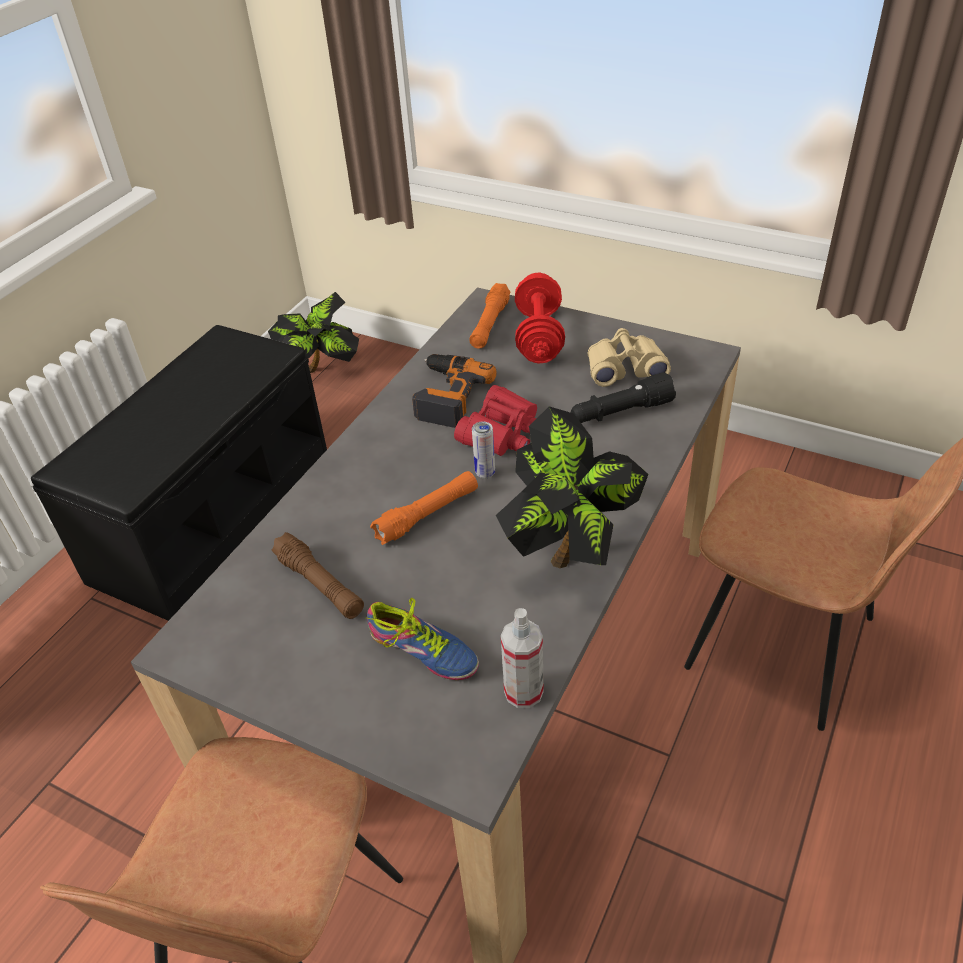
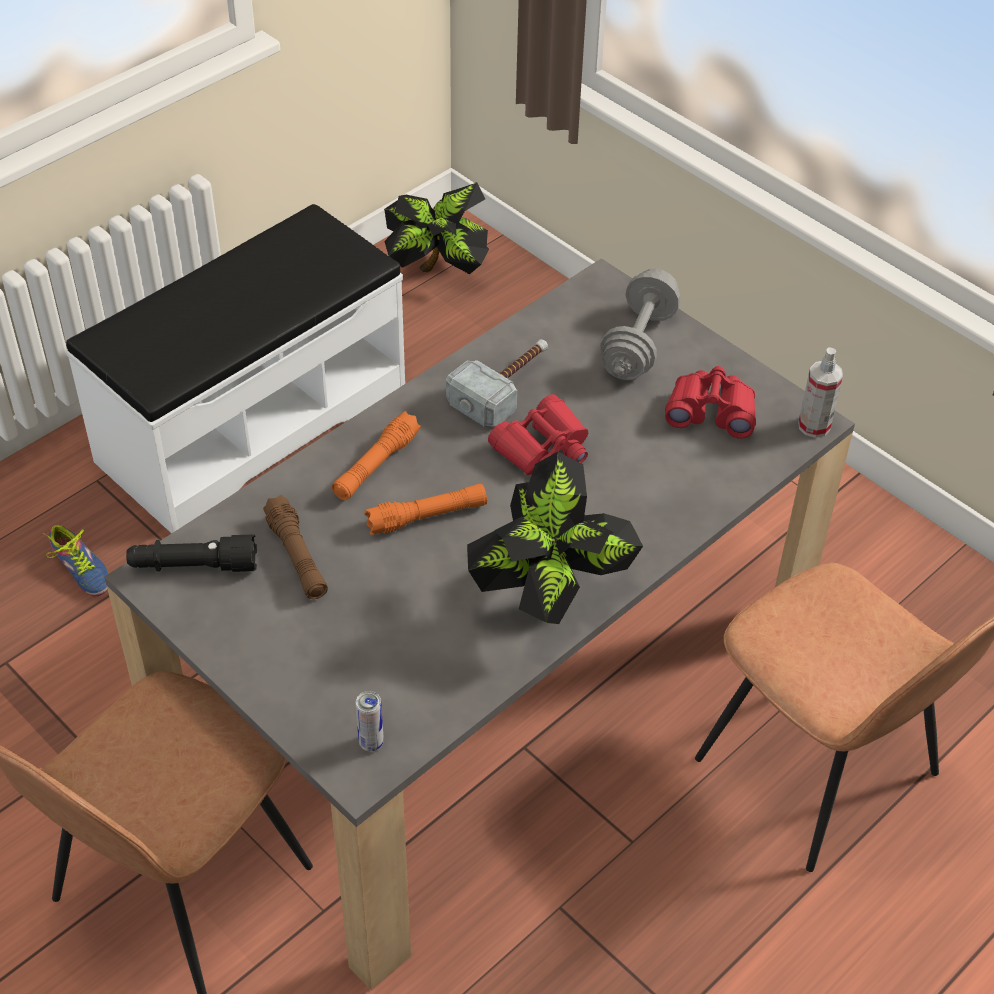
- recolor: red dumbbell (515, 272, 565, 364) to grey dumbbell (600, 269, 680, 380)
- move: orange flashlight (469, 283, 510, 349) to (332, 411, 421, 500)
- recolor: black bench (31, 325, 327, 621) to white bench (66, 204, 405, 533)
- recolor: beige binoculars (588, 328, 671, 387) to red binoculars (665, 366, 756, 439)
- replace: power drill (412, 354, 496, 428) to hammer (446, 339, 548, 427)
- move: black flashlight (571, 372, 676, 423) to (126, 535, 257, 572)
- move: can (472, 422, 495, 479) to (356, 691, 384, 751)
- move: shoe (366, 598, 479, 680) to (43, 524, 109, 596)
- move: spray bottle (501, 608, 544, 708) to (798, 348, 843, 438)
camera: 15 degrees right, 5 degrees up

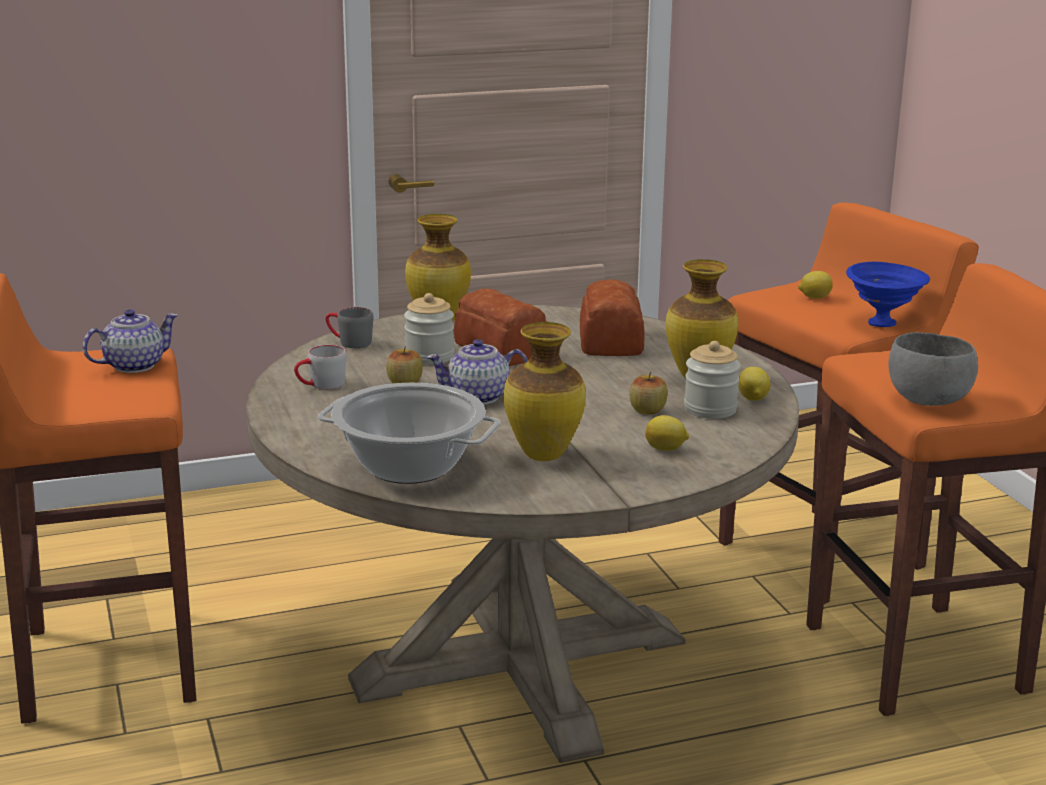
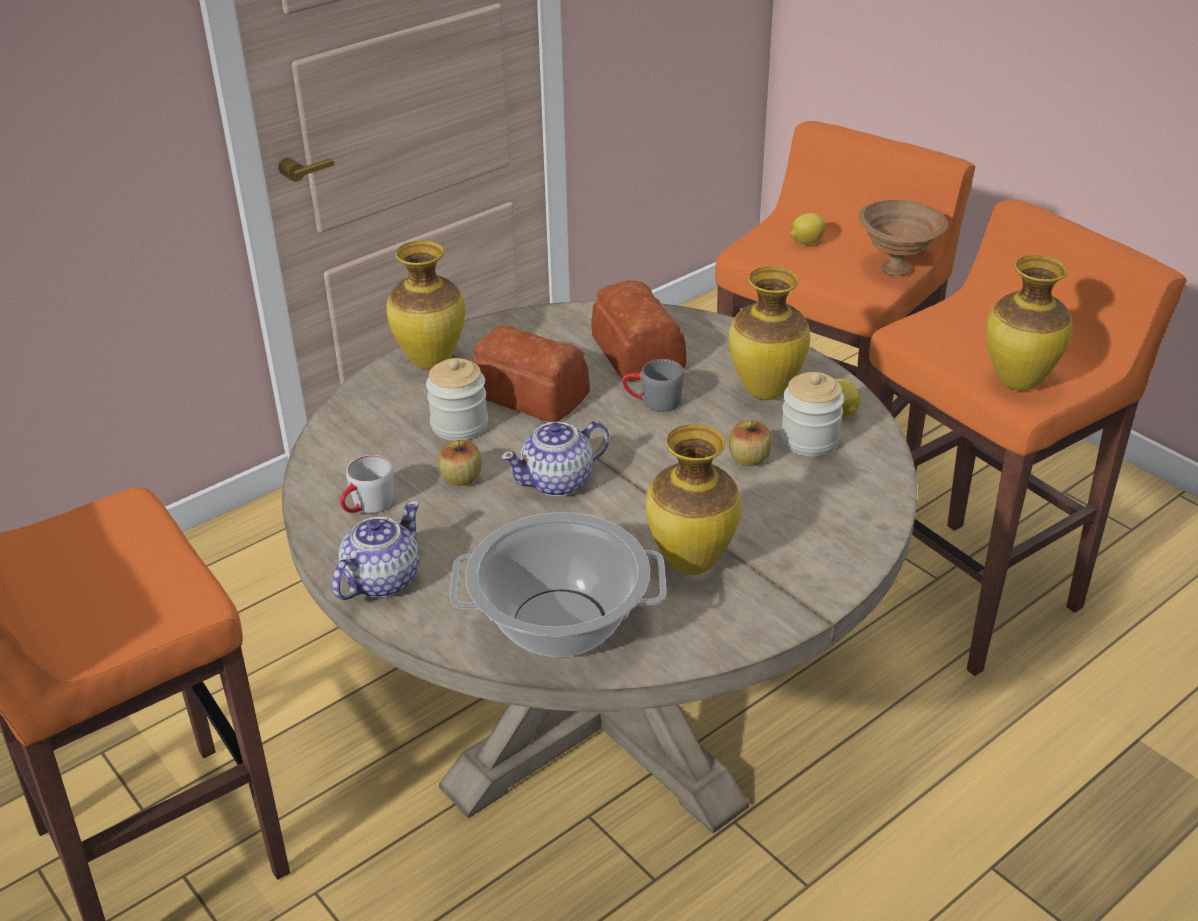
- recolor: blue bowl (846, 262, 930, 327) to brown bowl (858, 200, 948, 276)
- move: grey mug (326, 307, 373, 348) to (622, 359, 684, 412)
- move: teapot (83, 309, 178, 373) to (332, 501, 419, 600)
- replace: grey bowl (889, 332, 978, 406) to vase (986, 255, 1073, 391)
- delete: lemon (645, 415, 689, 451)
camera: 20 degrees left, 15 degrees up

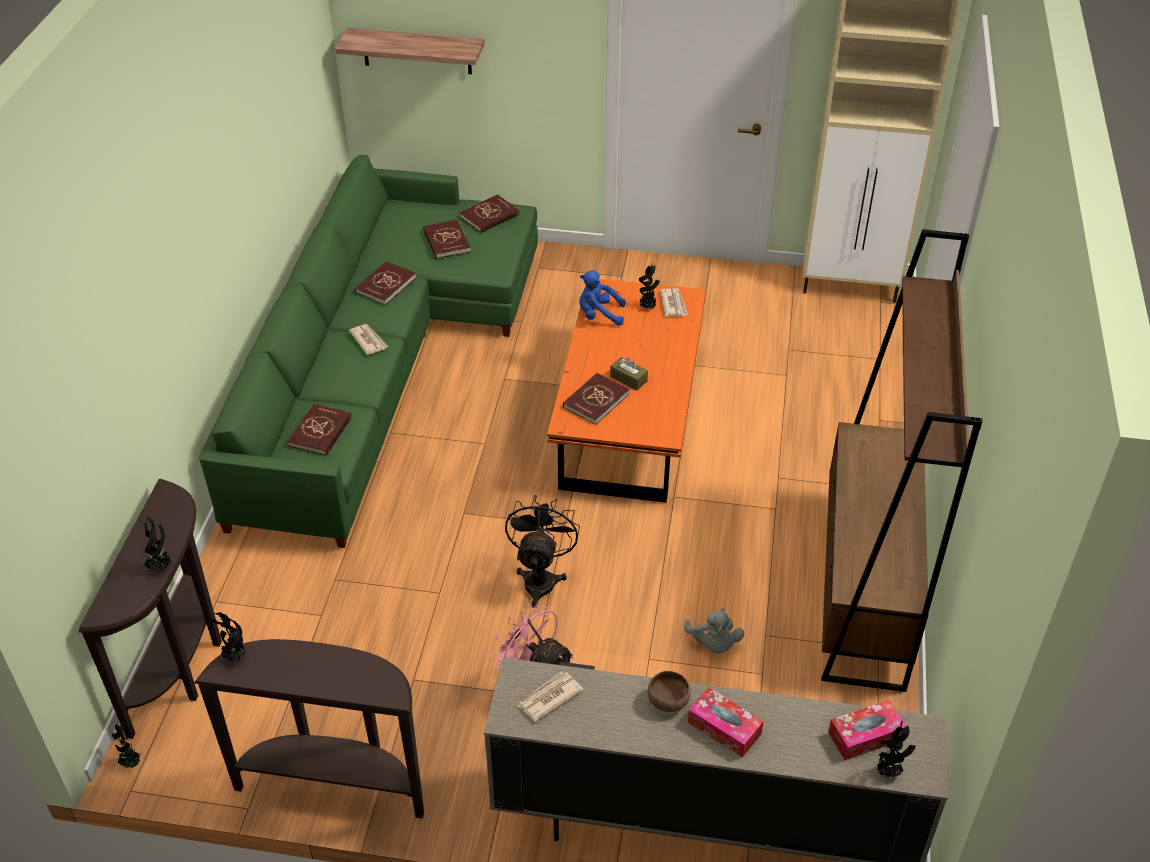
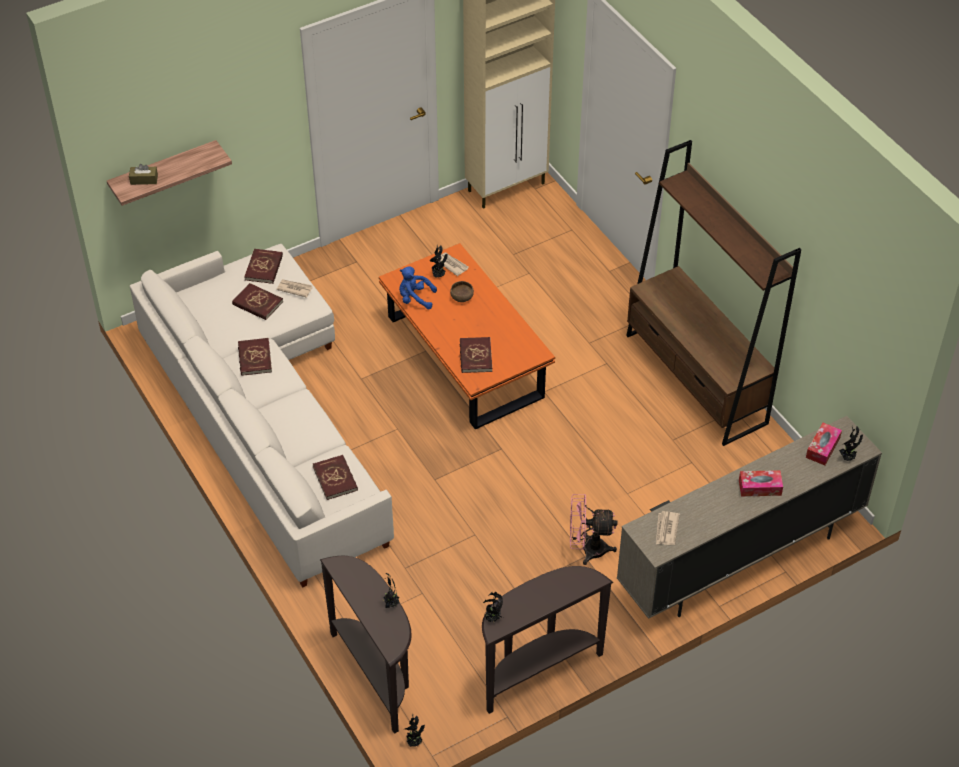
- recolor: green sofa (199, 155, 538, 548) to white sofa (130, 244, 394, 588)
- rotate: blue plush toy (579, 270, 626, 326) = (399, 266, 437, 309) 45 degrees clockwise
- move: newspaper (349, 324, 388, 355) to (276, 279, 313, 298)
- move: brown tissue box (610, 357, 648, 390) to (129, 164, 158, 185)
- delete: black fan (505, 495, 580, 608)
- delete: grey plush toy (684, 608, 744, 654)
- move: brown bowl (648, 671, 691, 712) to (450, 281, 474, 302)
camera: 40 degrees left, 5 degrees up

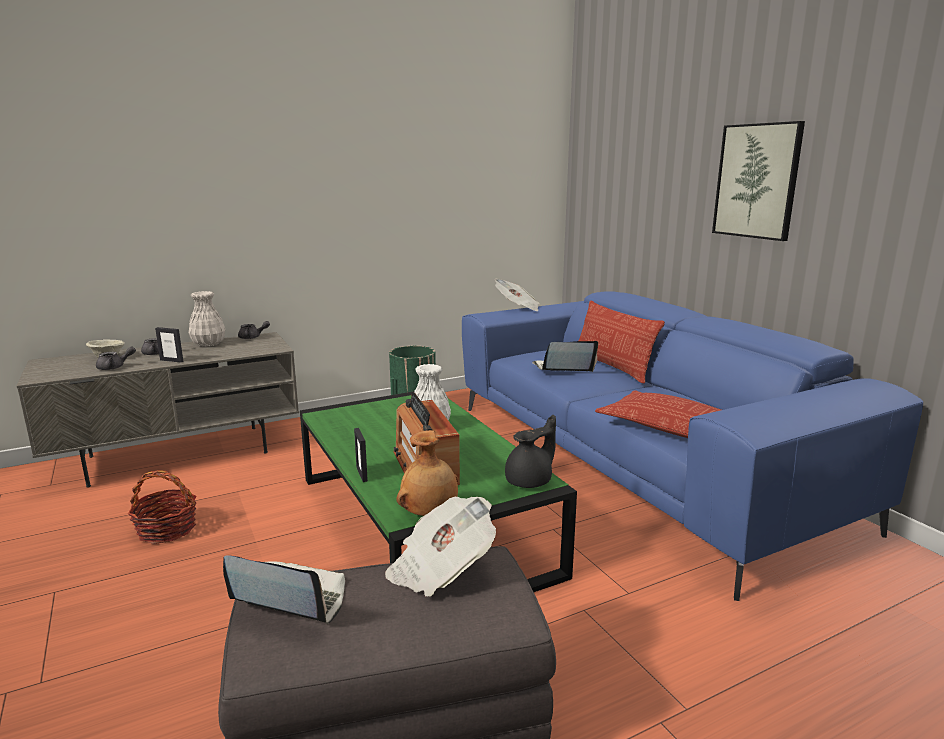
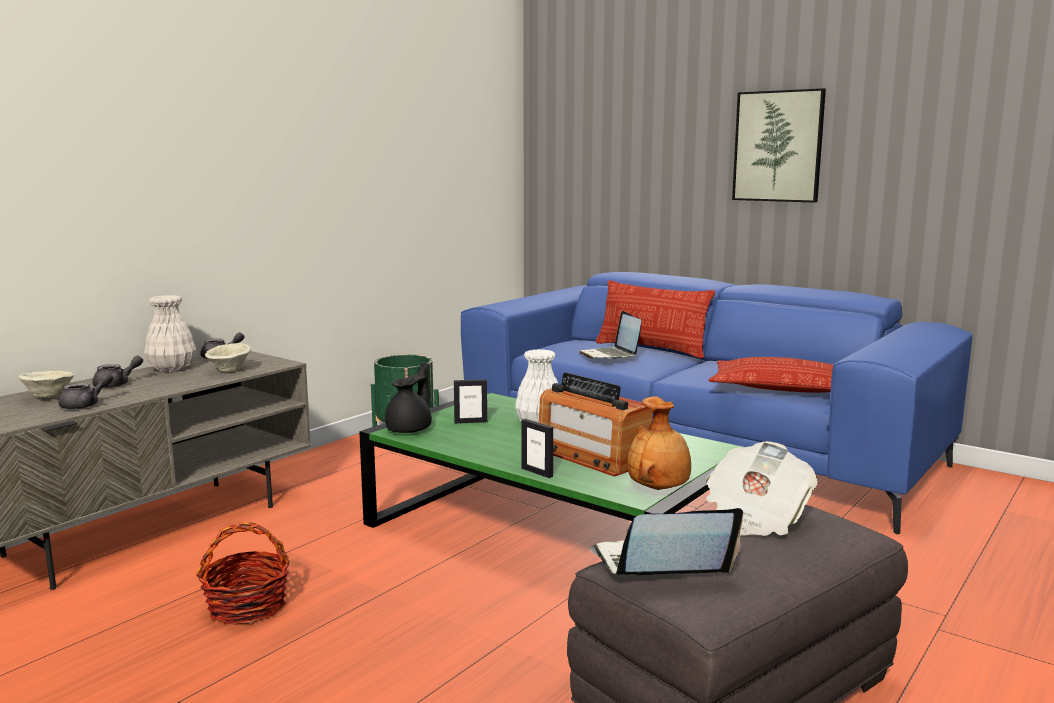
- delete: newspaper (495, 279, 539, 311)
- move: picture frame (155, 327, 184, 362) to (454, 379, 487, 424)
- rotate: laptop (532, 341, 598, 372) = (579, 311, 641, 359) 75 degrees counterclockwise
- move: black teapot (505, 415, 556, 488) to (385, 362, 432, 433)
- insert: beige bowl (205, 343, 251, 372)
camera: 25 degrees left, 5 degrees down

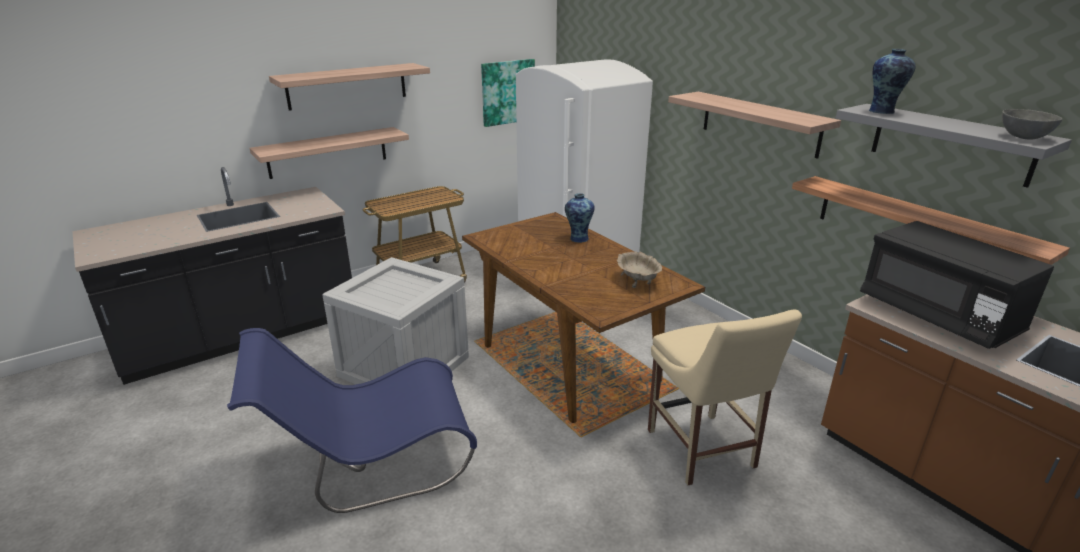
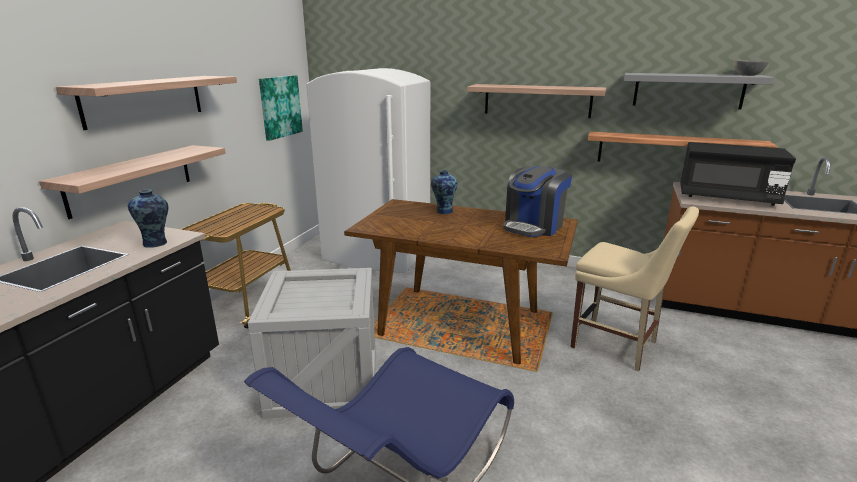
- move: vase (869, 49, 916, 114) to (128, 189, 168, 248)
- replace: beige bowl (617, 252, 662, 288) to coffee machine (503, 166, 572, 237)
camera: 35 degrees left, 5 degrees down

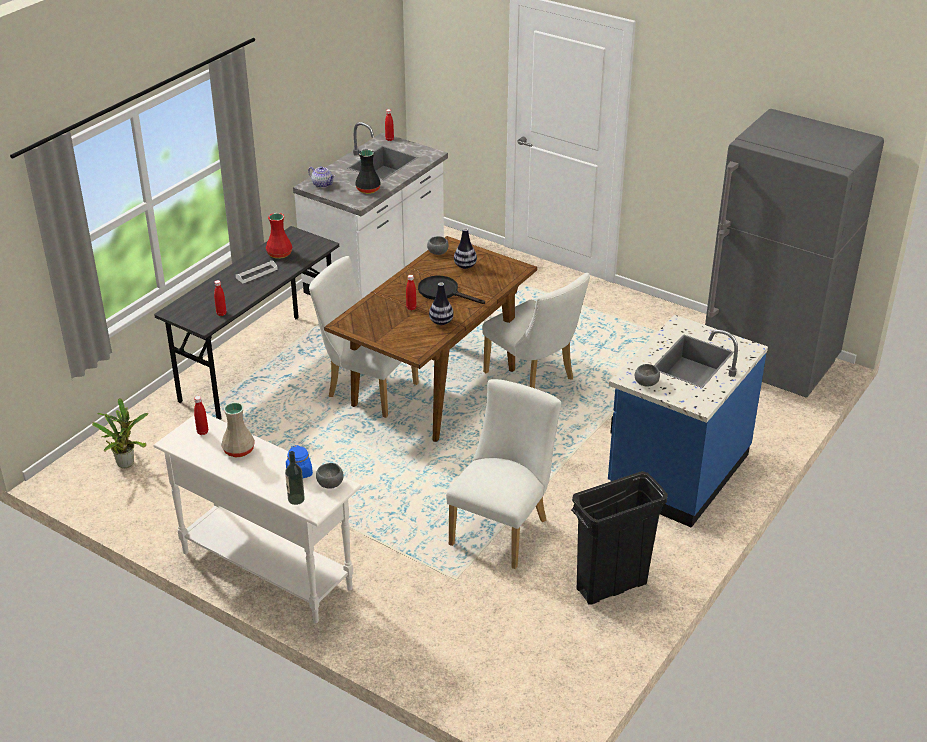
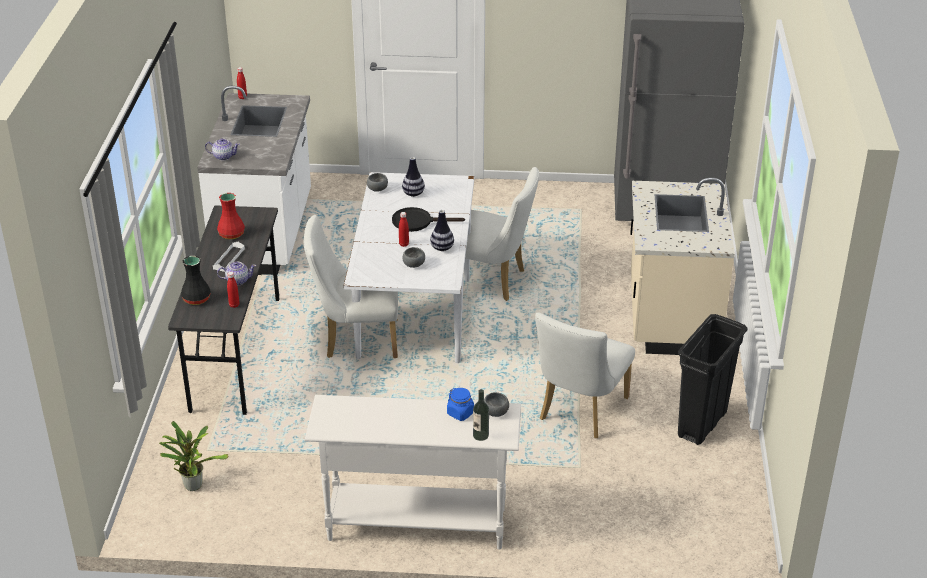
- move: black vase (355, 149, 381, 194) to (181, 256, 211, 305)
- recolor: brown dining table (324, 236, 537, 442) to white dining table (344, 172, 474, 363)
- recolor: blue counter (608, 315, 768, 528) to beige counter (630, 178, 735, 355)
- move: grey bowl (635, 364, 660, 387) to (403, 247, 425, 268)
- rotate: white chair (446, 379, 561, 569) = (535, 312, 635, 438) 150 degrees counterclockwise
- delete: red bottle (194, 396, 208, 435)
- delete: beige vase (221, 402, 255, 457)
- insert: teapot (217, 262, 256, 286)
camera: 30 degrees left, 0 degrees up

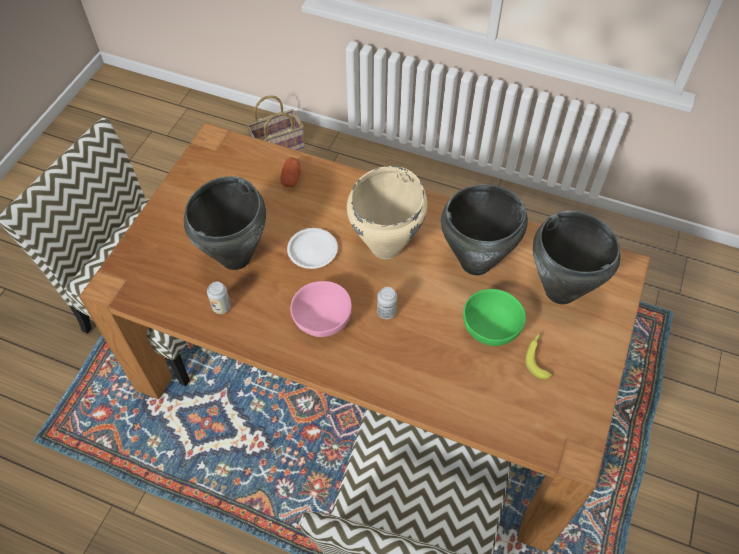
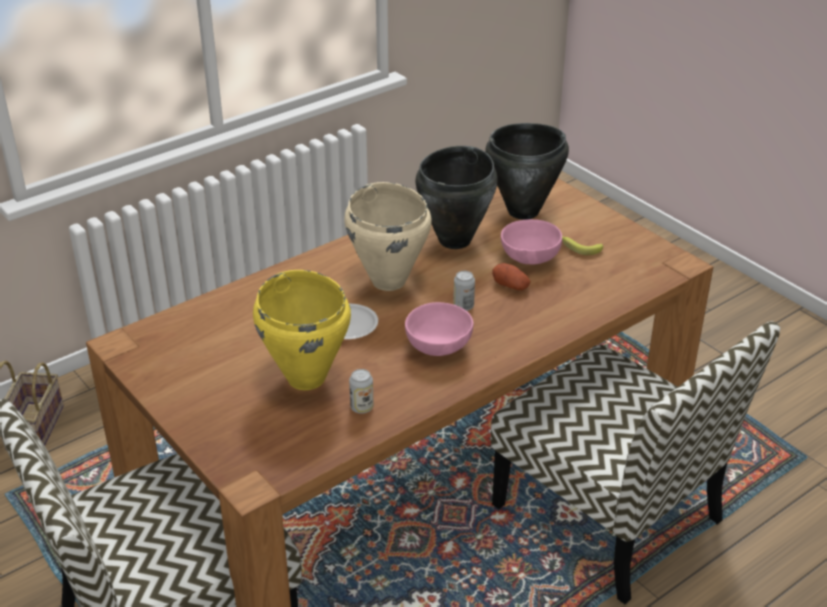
- move: potato (280, 157, 301, 187) to (492, 263, 531, 291)
- recolor: black cooking pot (184, 176, 266, 270) to yellow cooking pot (253, 270, 351, 390)
- recolor: green bowl (463, 289, 526, 346) to pink bowl (501, 219, 562, 264)
camera: 60 degrees left, 20 degrees down

